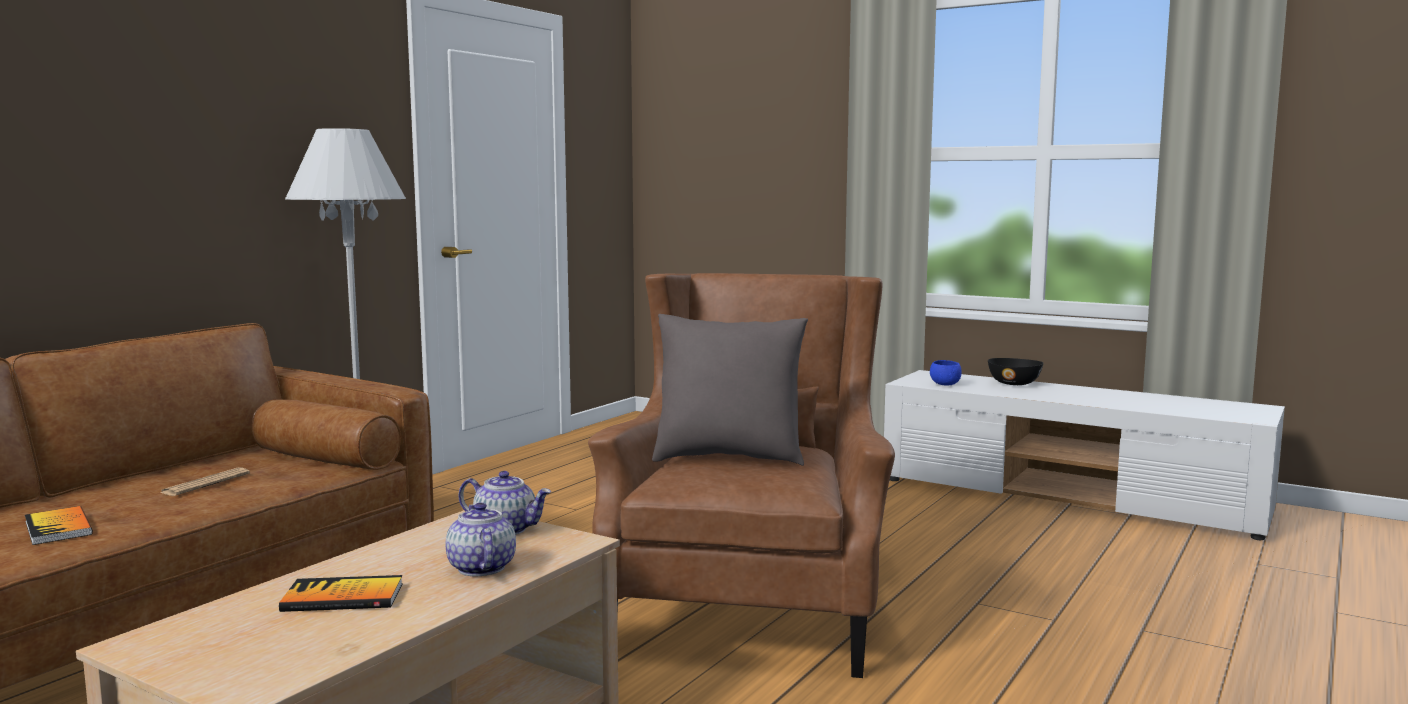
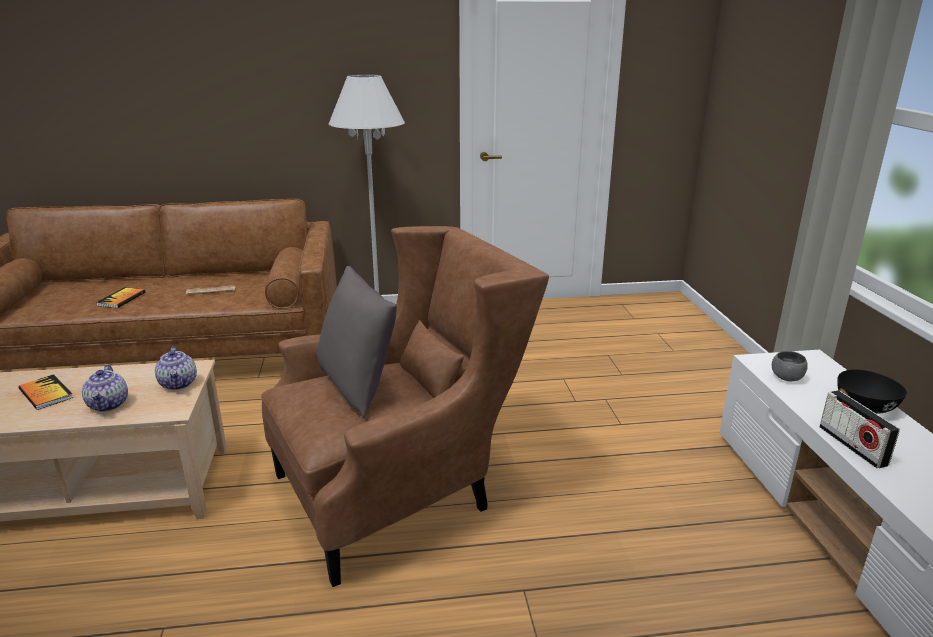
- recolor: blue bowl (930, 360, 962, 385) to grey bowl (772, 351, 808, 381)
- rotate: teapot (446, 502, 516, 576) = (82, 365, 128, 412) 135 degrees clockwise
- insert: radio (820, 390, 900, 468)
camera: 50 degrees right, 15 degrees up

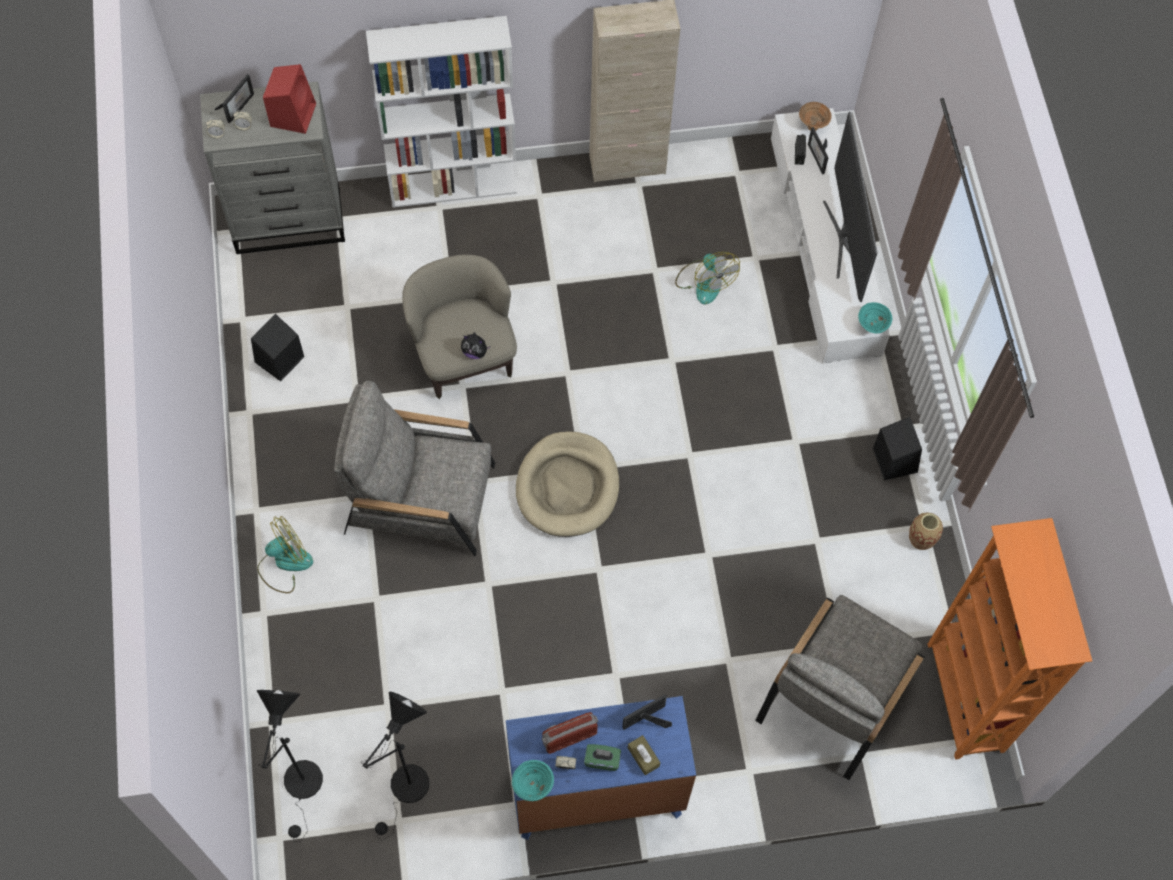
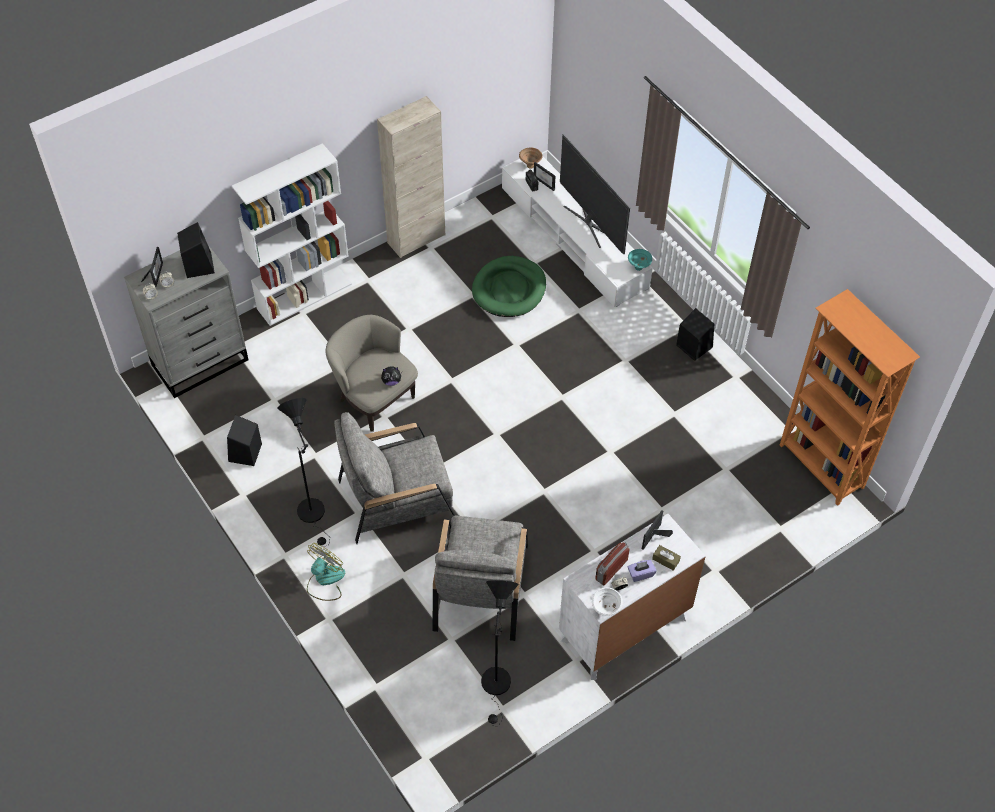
- recolor: red speaker (263, 64, 316, 134) to black speaker (177, 222, 215, 278)
- replace: fan (675, 252, 740, 304) to green dog bed (472, 256, 546, 317)
- delete: beige dog bed (516, 431, 619, 537)
- delete: vase (909, 512, 943, 550)
- move: grey armchair (755, 595, 924, 780) to (433, 516, 528, 641)
- move: black floor lamp (257, 690, 323, 842) to (278, 398, 330, 547)
- recolor: blue dresser (506, 696, 696, 840) to white dresser (559, 514, 706, 680)
- recolor: green tissue box (584, 744, 621, 771) to purple tissue box (628, 560, 657, 582)
- recolor: turquoise bowl (512, 760, 554, 801) to white bowl (592, 587, 623, 616)
camera: 25 degrees left, 10 degrees down

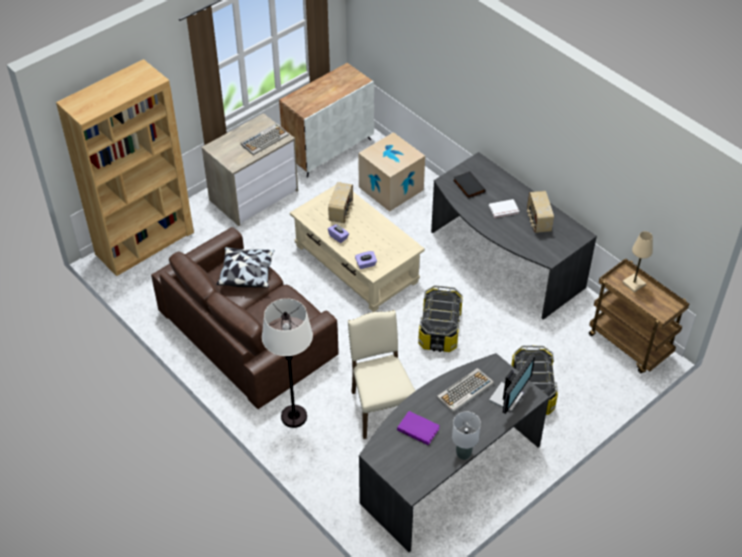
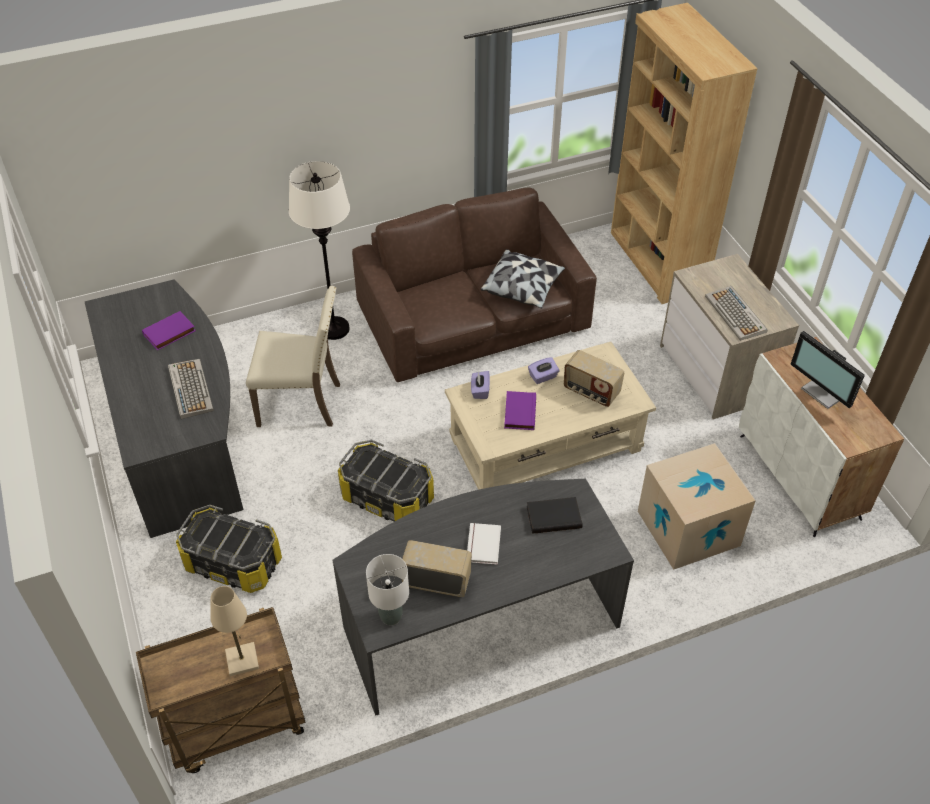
- move: monitor (489, 354, 535, 414) to (790, 331, 865, 409)
- move: white table lamp (452, 411, 481, 460) to (366, 554, 409, 625)
- insert: purple book (504, 391, 536, 430)
camera: 110 degrees right, 0 degrees up

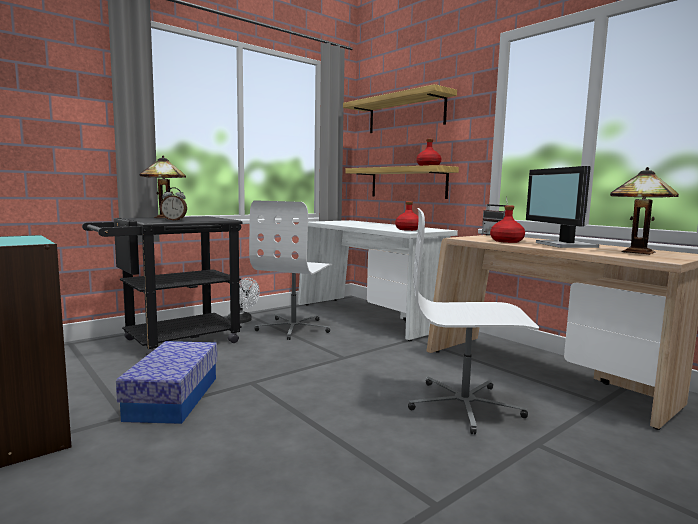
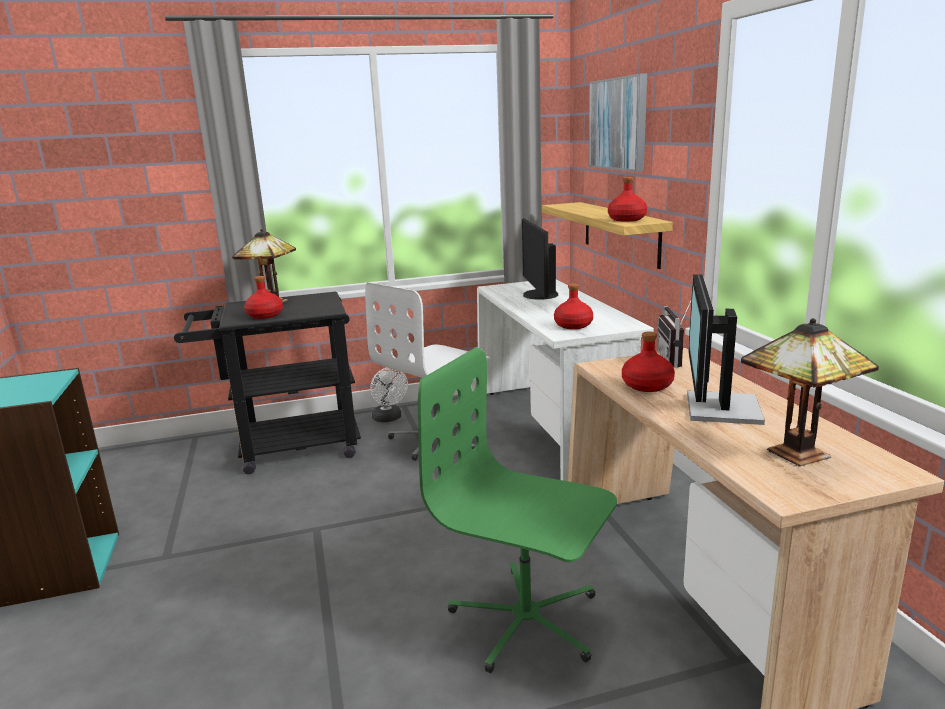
- replace: shelf (343, 84, 457, 133) to picture (589, 73, 647, 172)
- replace: alarm clock (160, 187, 187, 221) to red bottle (244, 276, 283, 319)
- recolor: white office chair (408, 208, 539, 435) to green office chair (418, 347, 617, 673)
- delete: storage box (116, 341, 217, 424)
- insert: monitor (522, 218, 558, 300)
camera: 25 degrees right, 10 degrees up

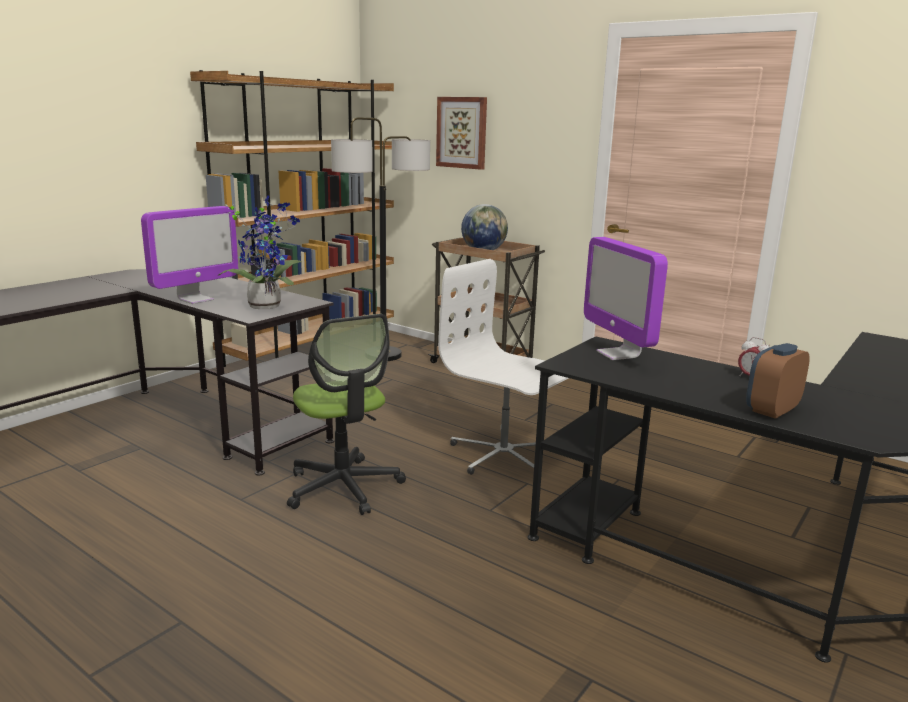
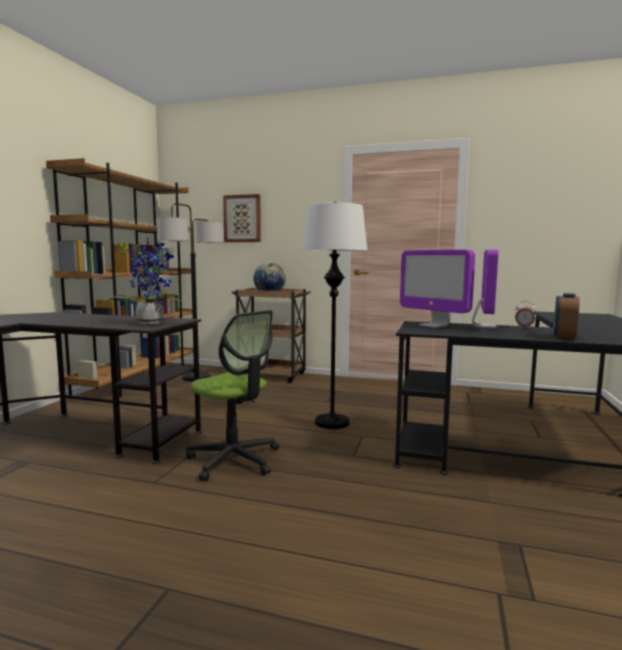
- move: monitor (141, 206, 238, 304) to (472, 250, 499, 328)
- replace: white office chair (438, 259, 568, 475) to white floor lamp (302, 202, 368, 429)
camera: 20 degrees left, 10 degrees down

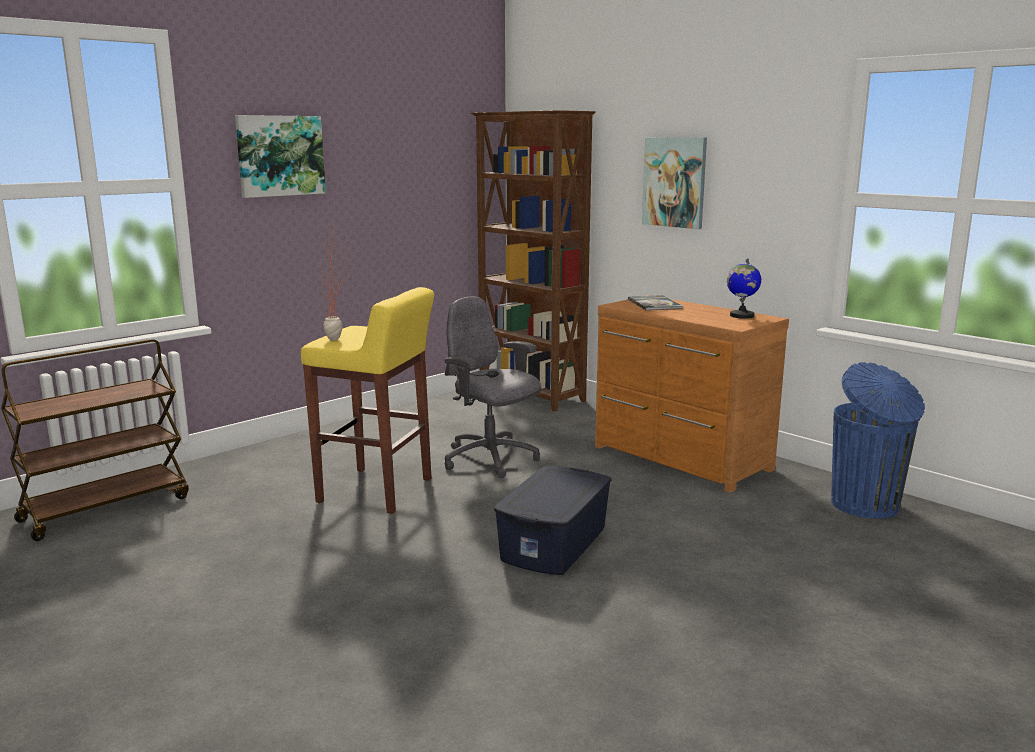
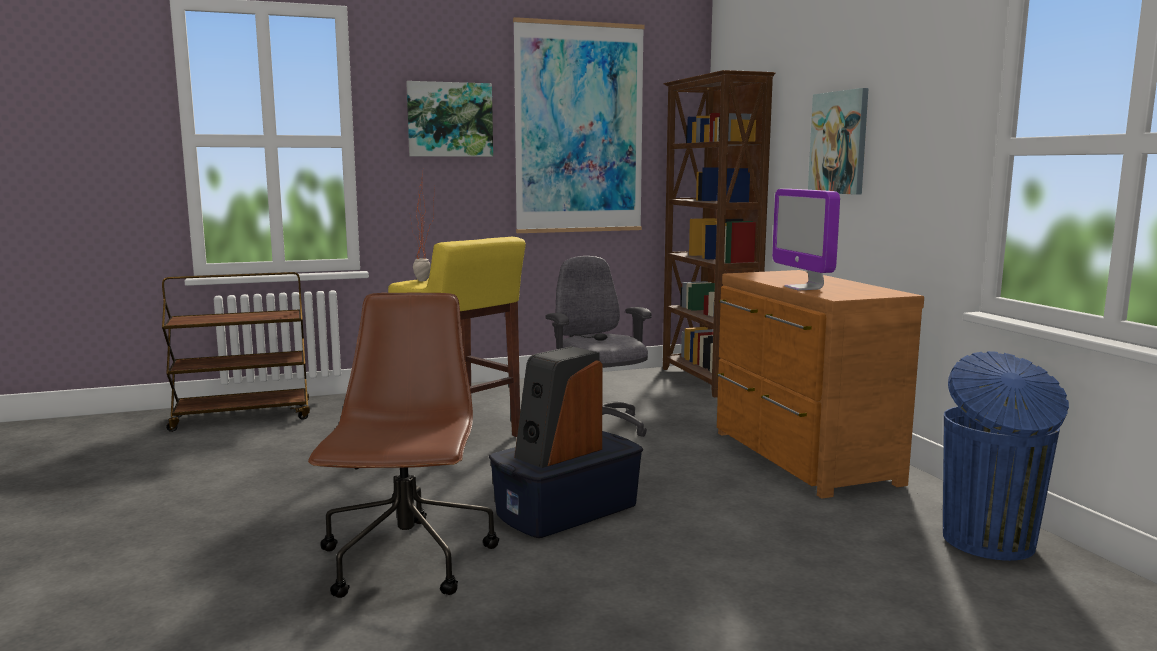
- delete: globe (727, 258, 761, 319)
- delete: book (628, 295, 683, 310)
- insert: picture (513, 17, 645, 233)
- insert: monitor (772, 189, 840, 290)
- insert: brown office chair (308, 293, 499, 598)
- insert: speaker (514, 346, 602, 468)
camera: 25 degrees right, 5 degrees down

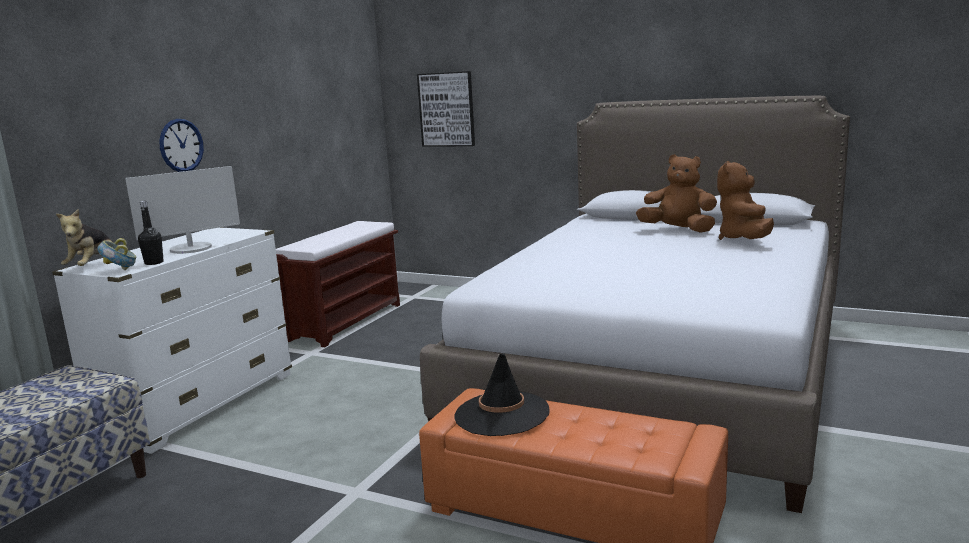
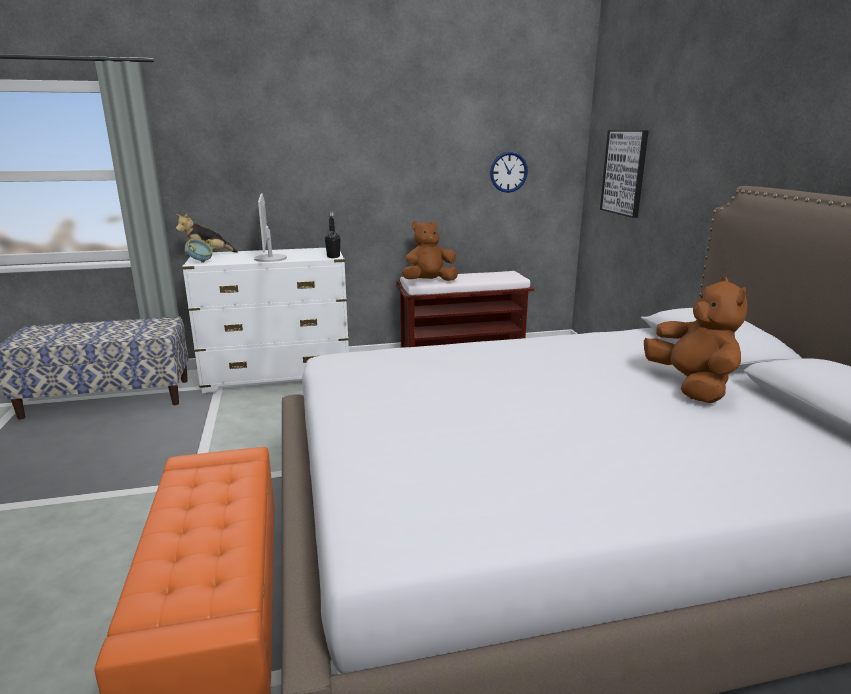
- move: wall clock (159, 119, 204, 172) to (490, 152, 528, 193)
- move: brown plush toy (717, 161, 774, 240) to (402, 221, 458, 281)
- rotate: monitor (125, 166, 240, 254) = (254, 194, 287, 262) 60 degrees clockwise
- move: black bottle (138, 201, 164, 265) to (325, 212, 340, 258)
- delete: black hat (455, 353, 550, 436)
camera: 50 degrees right, 5 degrees up

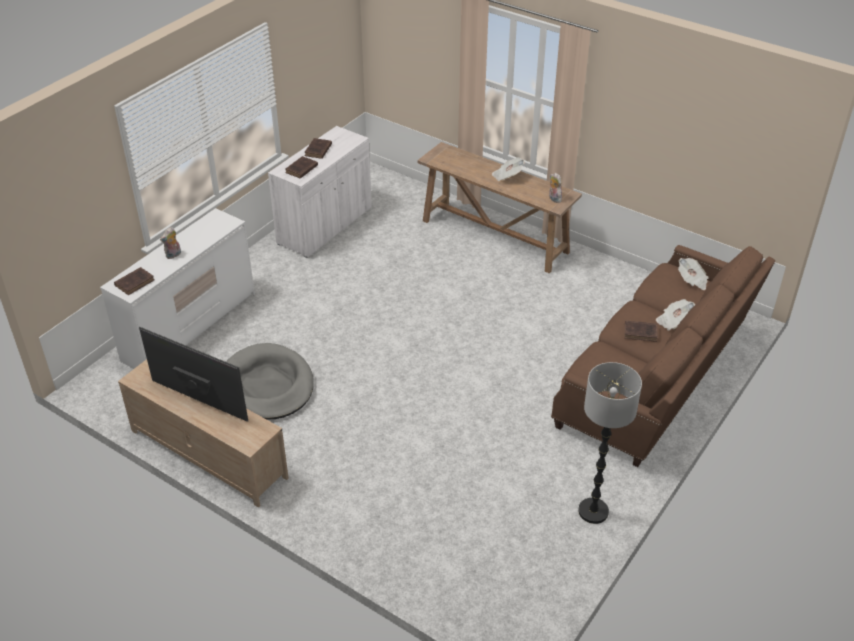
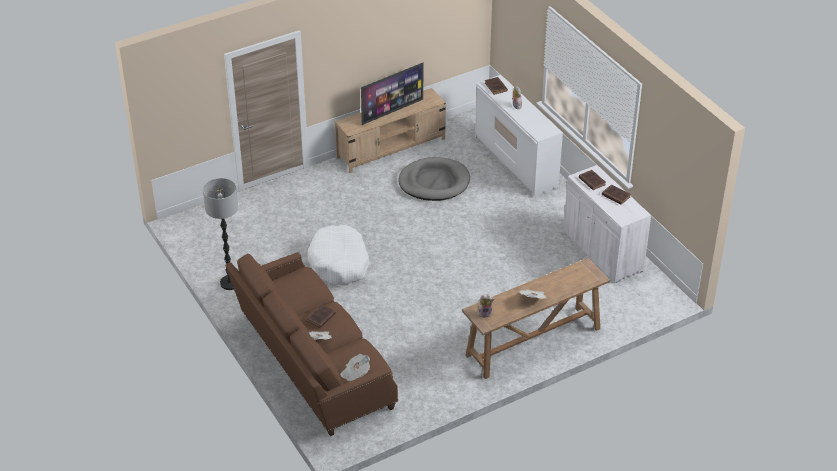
- insert: white dog bed (308, 225, 370, 285)
camera: 115 degrees right, 0 degrees up

